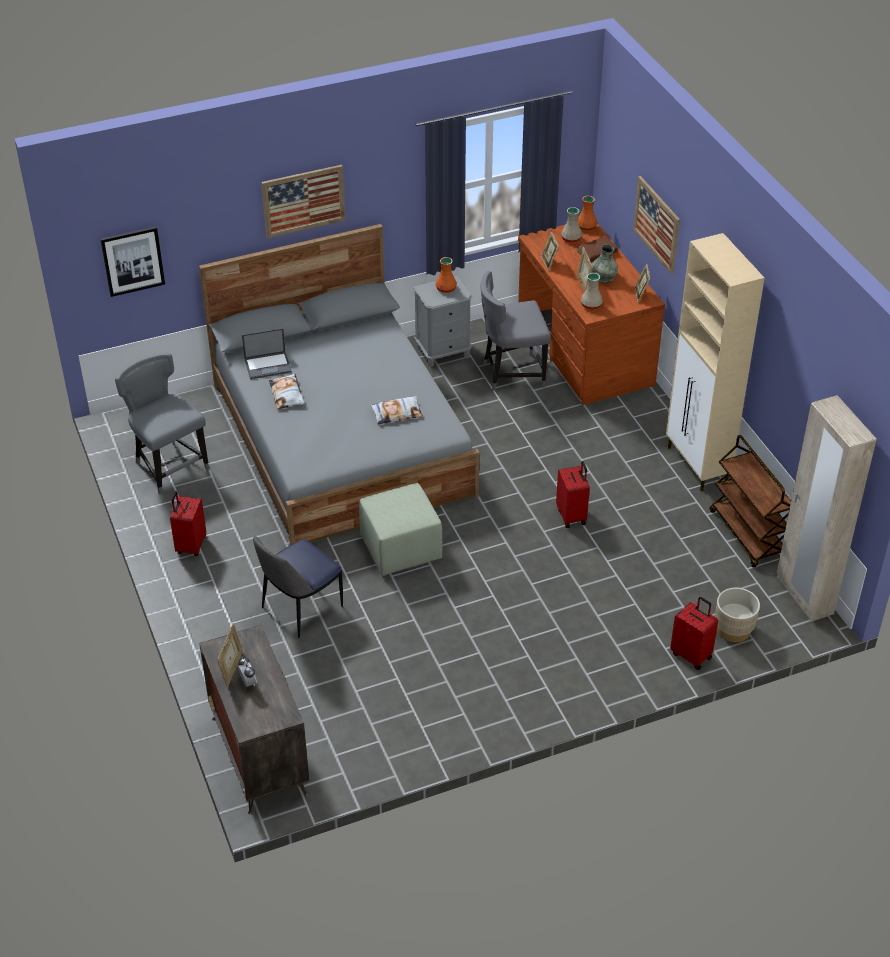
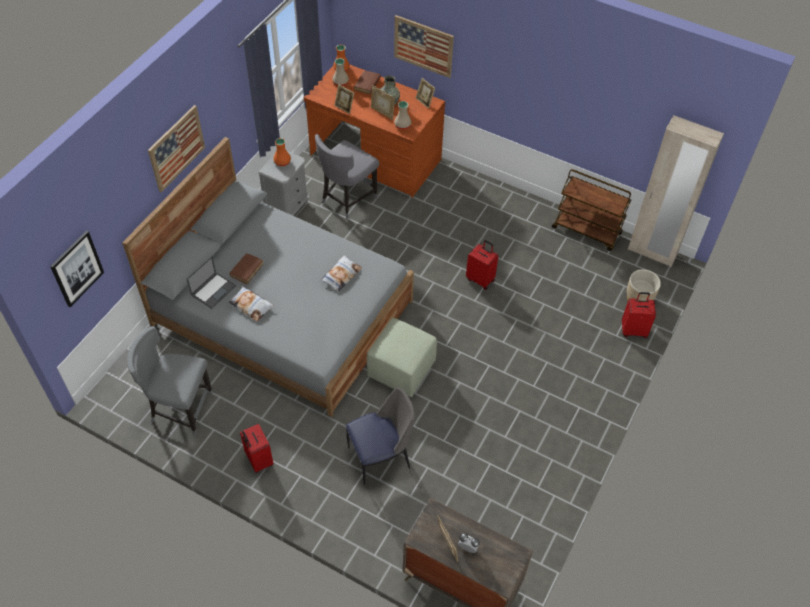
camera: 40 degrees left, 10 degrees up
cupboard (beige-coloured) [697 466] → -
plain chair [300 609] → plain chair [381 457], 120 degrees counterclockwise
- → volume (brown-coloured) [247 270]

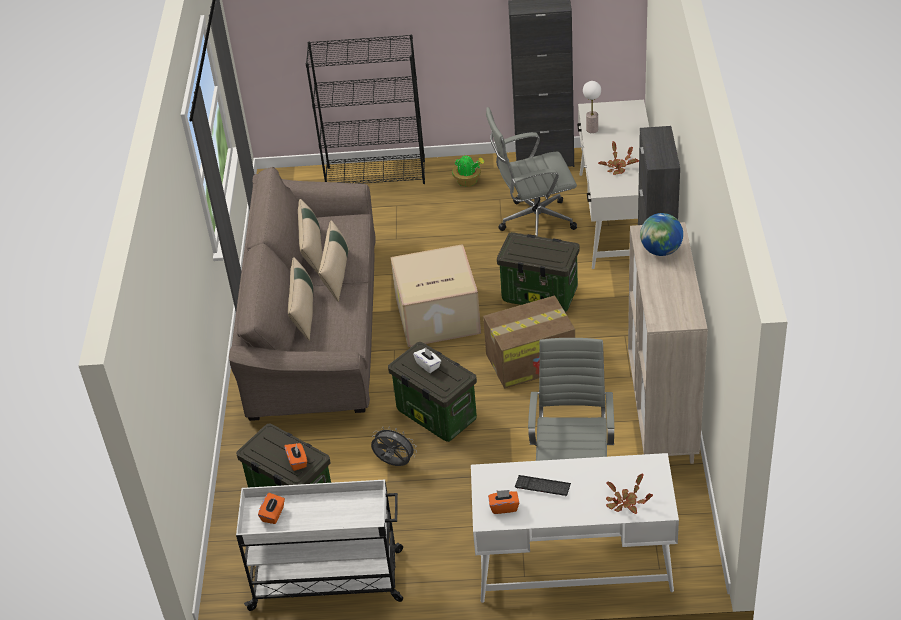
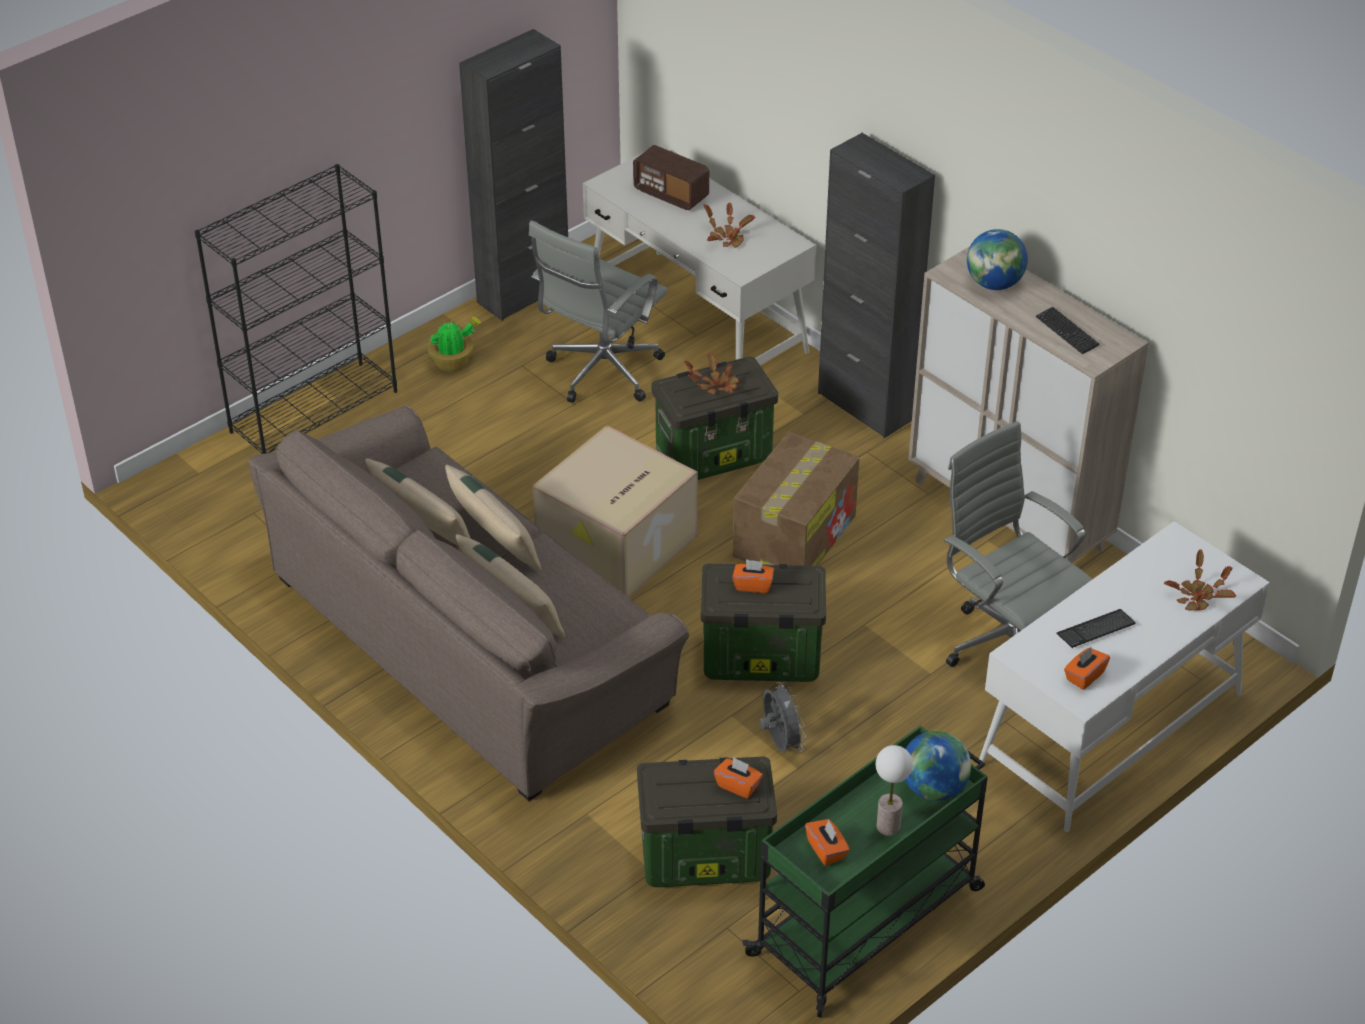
camera: 45 degrees left, 0 degrees up
lamp for a table [592 129] → lamp for a table [888 827], shifted
box of tissues (white) [428 365] → box of tissues (orange-coloured) [753 585]
electric fan (grey) [394 463] → electric fan (grey) [780 743], 90 degrees clockwise
wheeled cart (white) [329 579] → wheeled cart (green-coloured) [868 920]
- → radio receiver [671 194]
- → keyboard [1067 332]
- → houseplant [715 385]
- → desk globe [933 788]

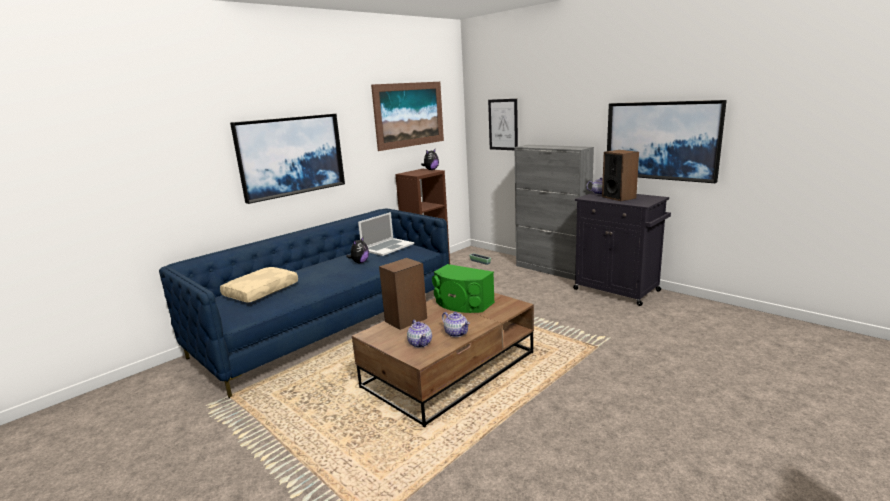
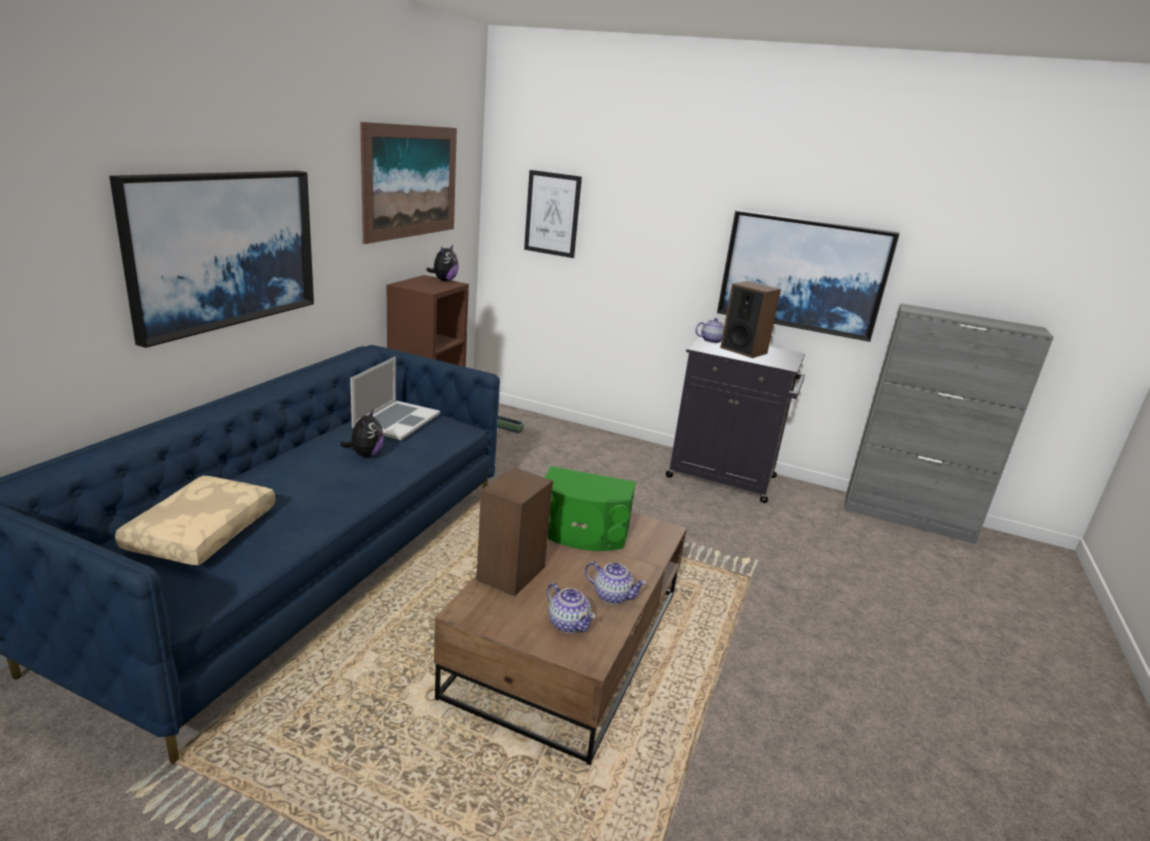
camera: 25 degrees left, 5 degrees up
cupboard (grey) [552 270] → cupboard (grey) [908 518], shifted

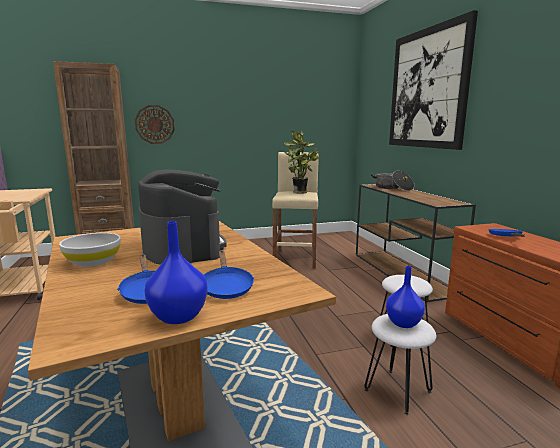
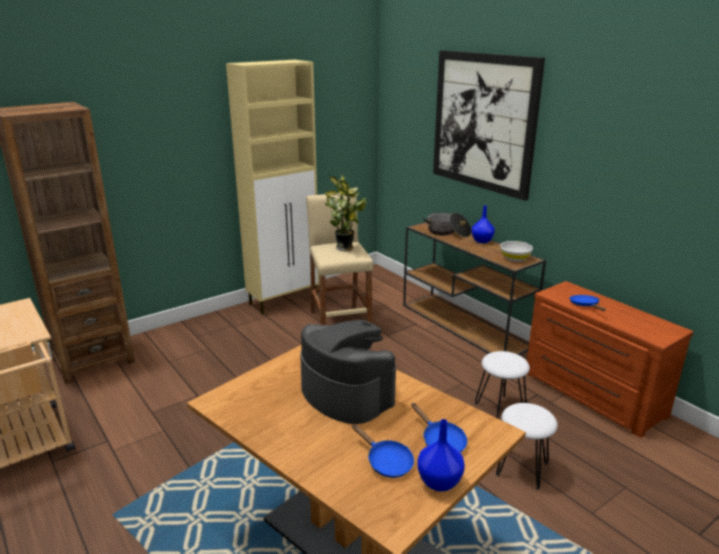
camera: 20 degrees left, 10 degrees up
wall clock [155 124] → -
bowl (white) [93 262] → bowl (white) [515 258], shifted
decorative vase (blue-coloured) [402 323] → decorative vase (blue-coloured) [481 241], shifted
- → cupboard (beige-coloured) [284 300]

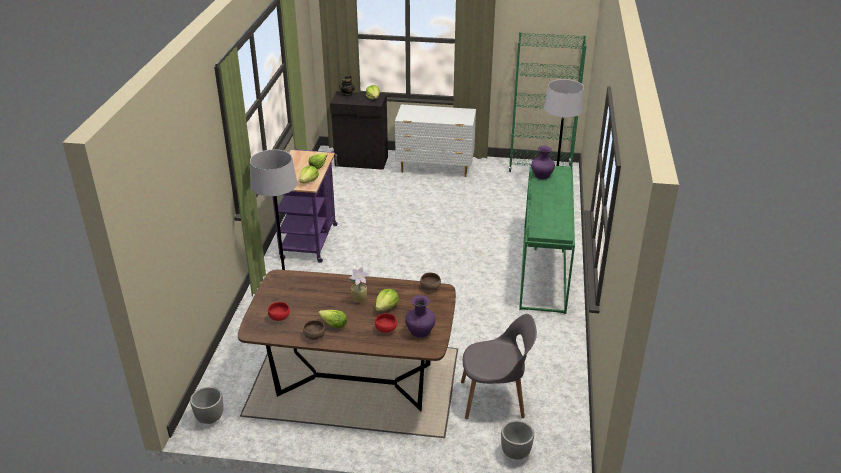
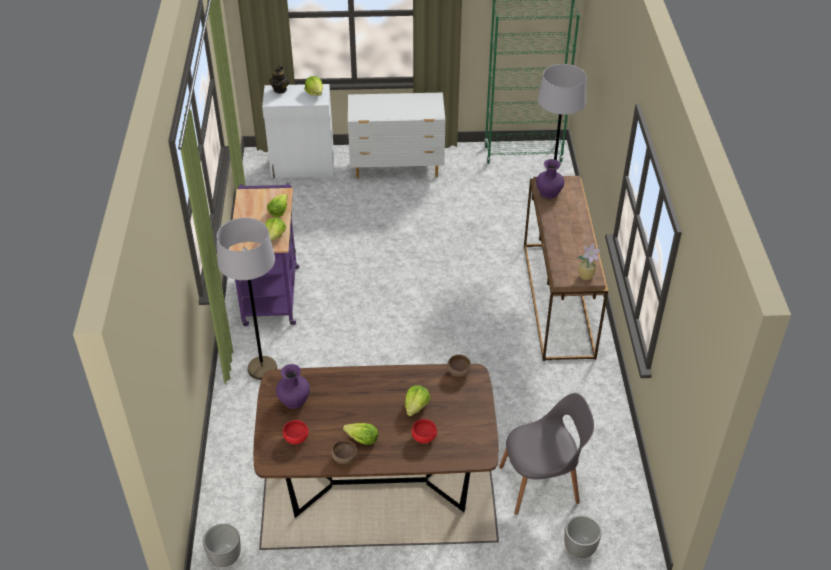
camera: 10 degrees left, 10 degrees up
cupboard (black-coloured) [361 162] → cupboard (white) [303 167]
console table (green-coloured) [544 269] → console table (brown-coloured) [559 300]
houseplant [360 299] → houseplant [587 276], shifted
decorative vase (purplish) [419 331] → decorative vase (purplish) [293 400], shifted

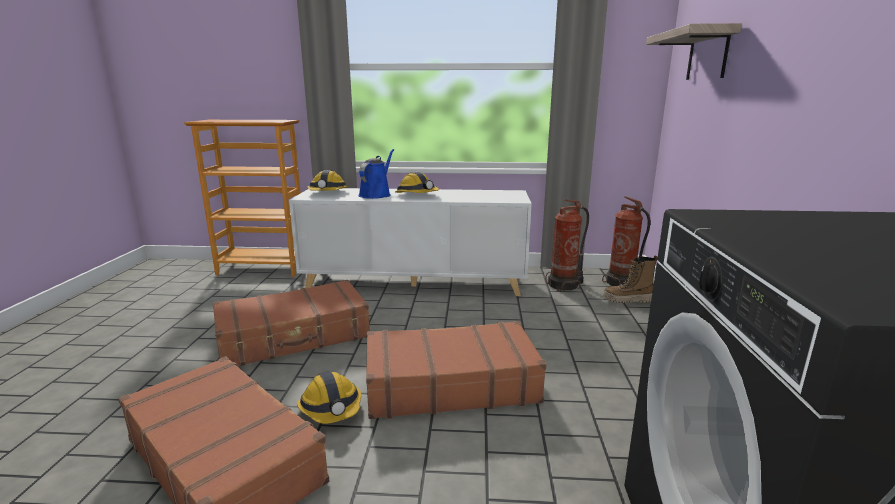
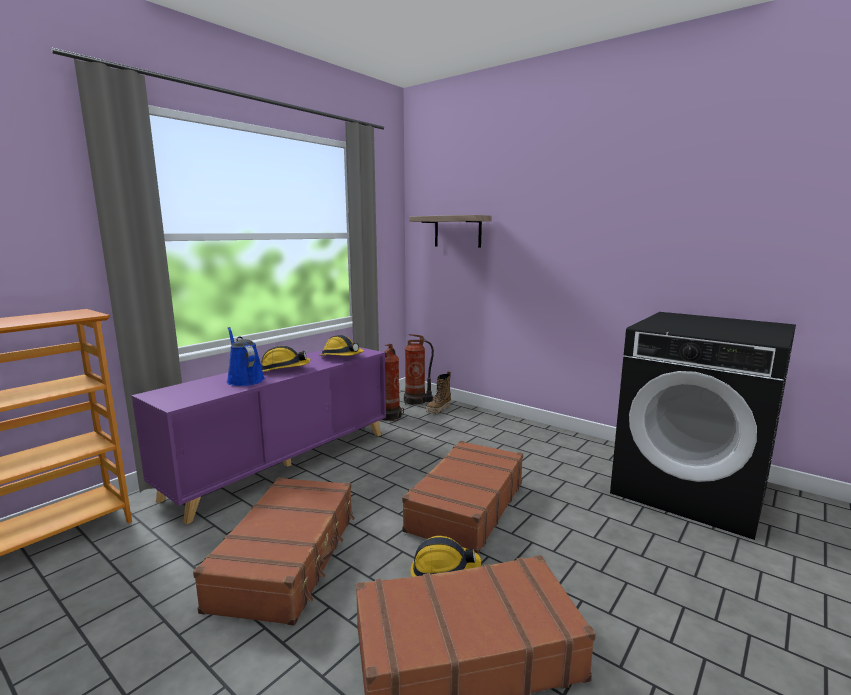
camera: 55 degrees left, 5 degrees down
hard hat [328 193] → hard hat [342 357], shifted
cupboard (white) [415 283] → cupboard (purplish) [284 463]

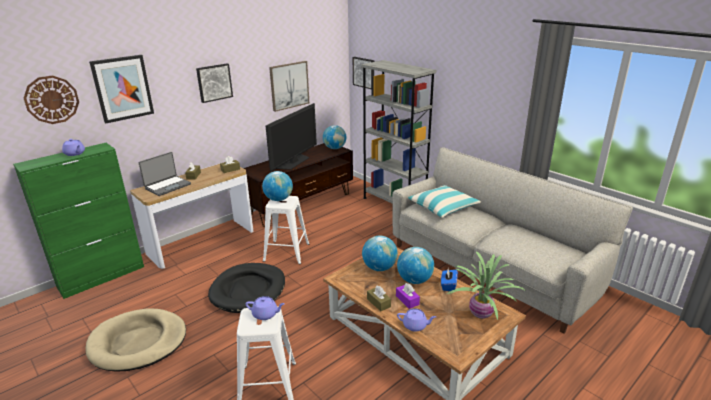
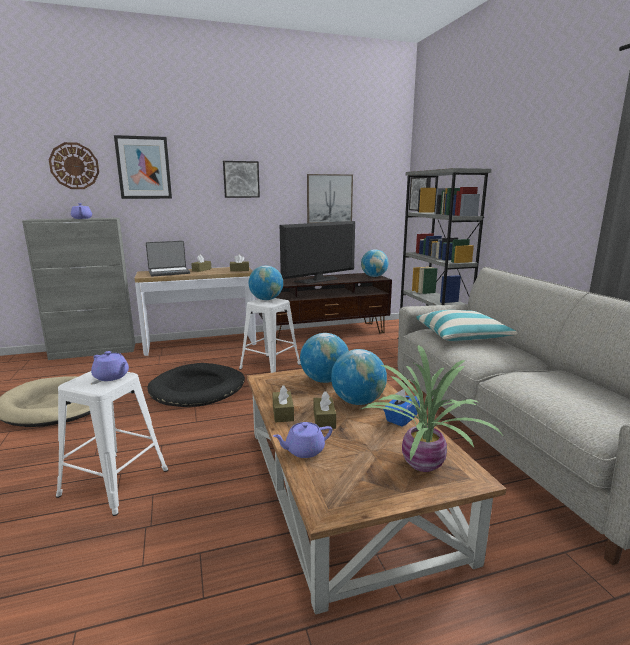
camera: 25 degrees right, 10 degrees down
cupboard (green-coloured) [102 277] → cupboard (grey) [94 351]
box of tissues (purplish) [407 300] → box of tissues (brown-coloured) [324 419]
pot for tea (purplish) [415 326] → pot for tea (purplish) [303 450], 120 degrees clockwise

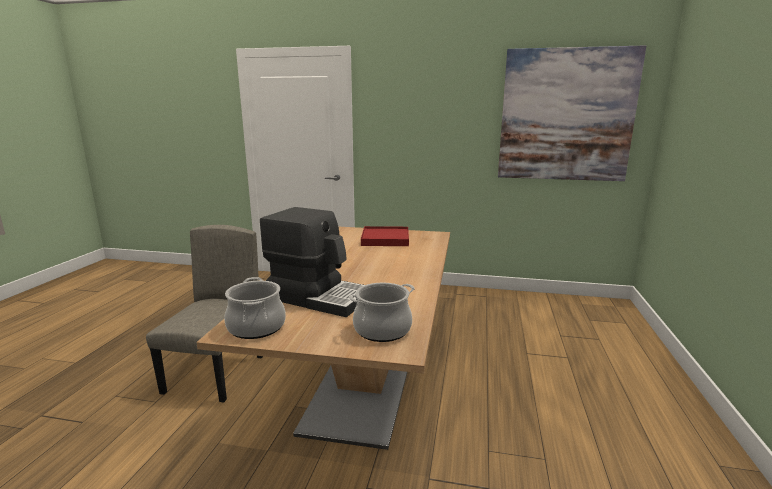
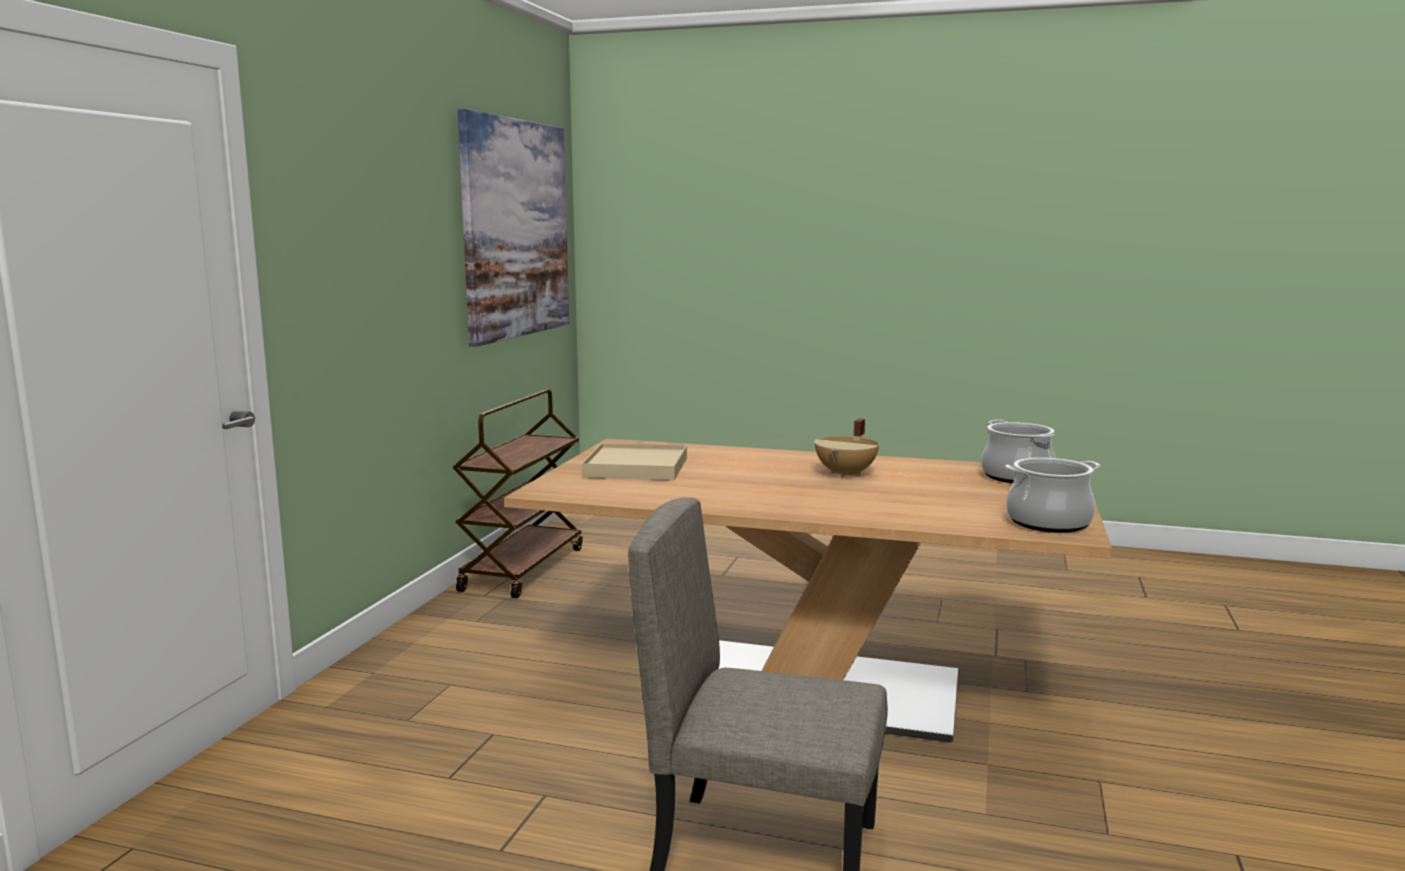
camera: 85 degrees left, 5 degrees down
coffee maker [320 296] → -
carrying tray (red-coloured) [385 239] → carrying tray (beige-coloured) [636 467]
- → wheeled cart (brown-coloured) [522 568]
- → cooking pot (beige-coloured) [847 474]

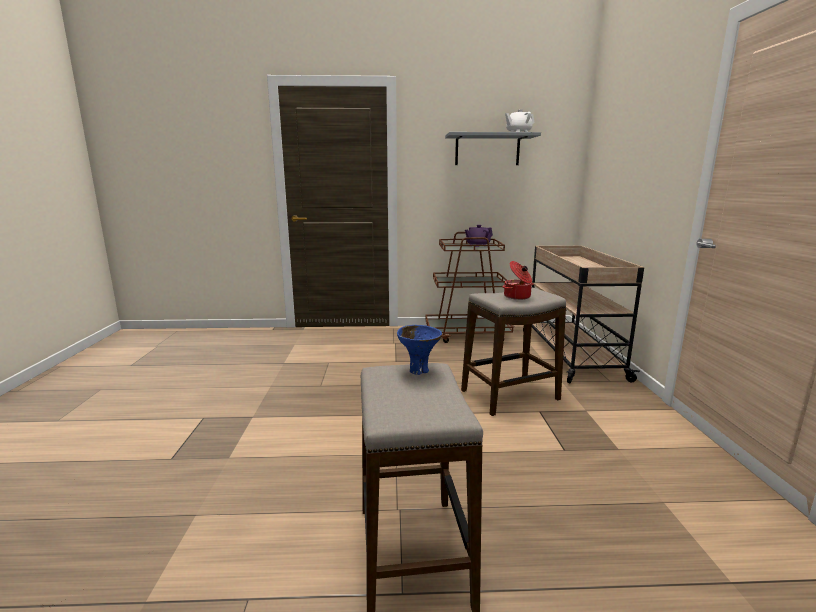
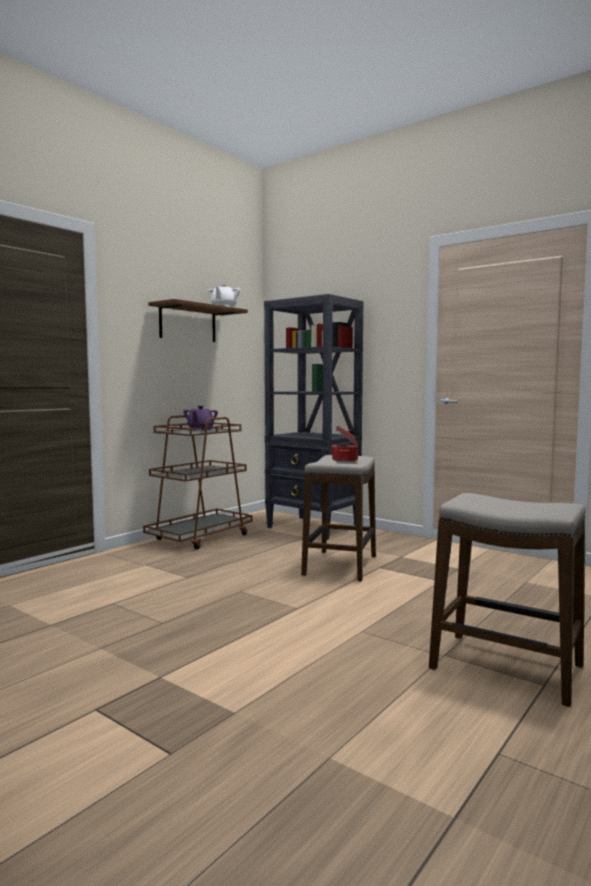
camera: 50 degrees left, 10 degrees down
shelf (grey) [487 150] → shelf (brown-coloured) [188 323]
wheeled cart (beige-coloured) [570 353] → bookshelf (black-coloured) [313 528]
bowl (blue-coloured) [418 370] → -

